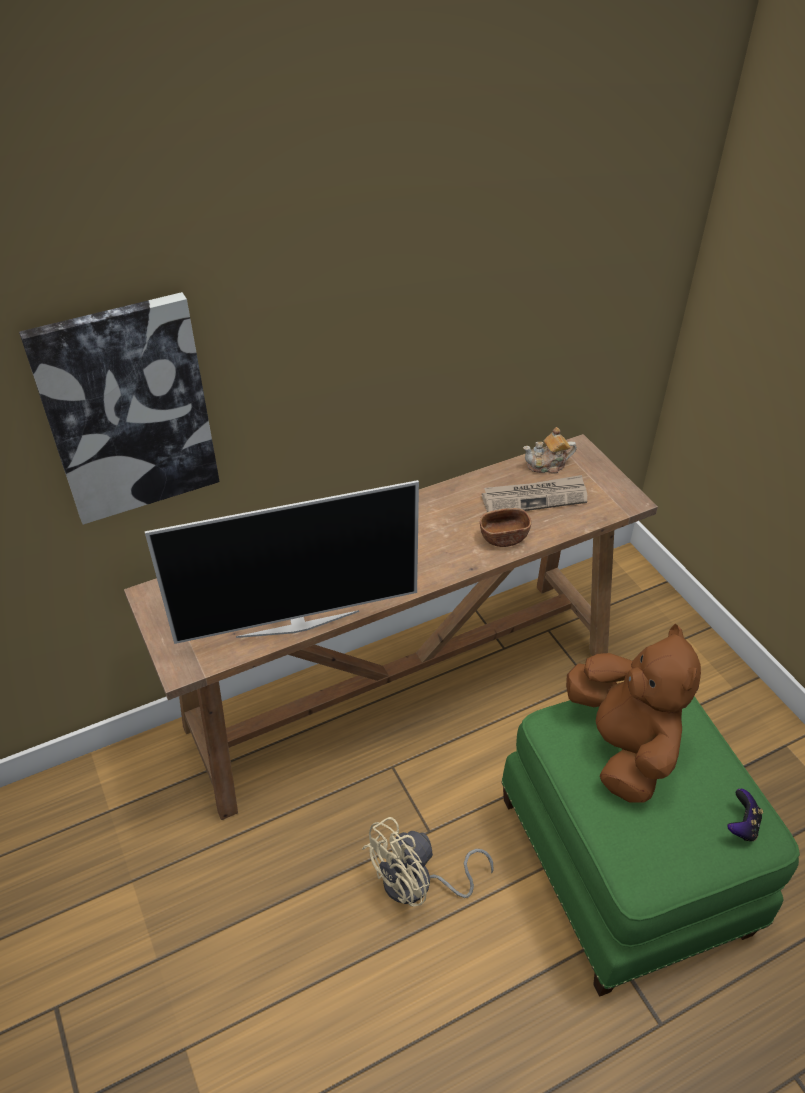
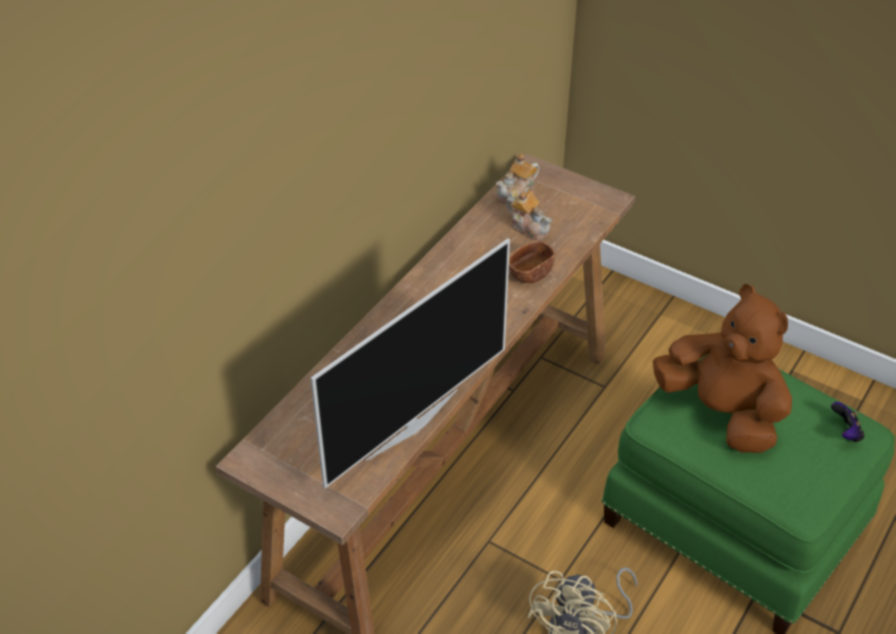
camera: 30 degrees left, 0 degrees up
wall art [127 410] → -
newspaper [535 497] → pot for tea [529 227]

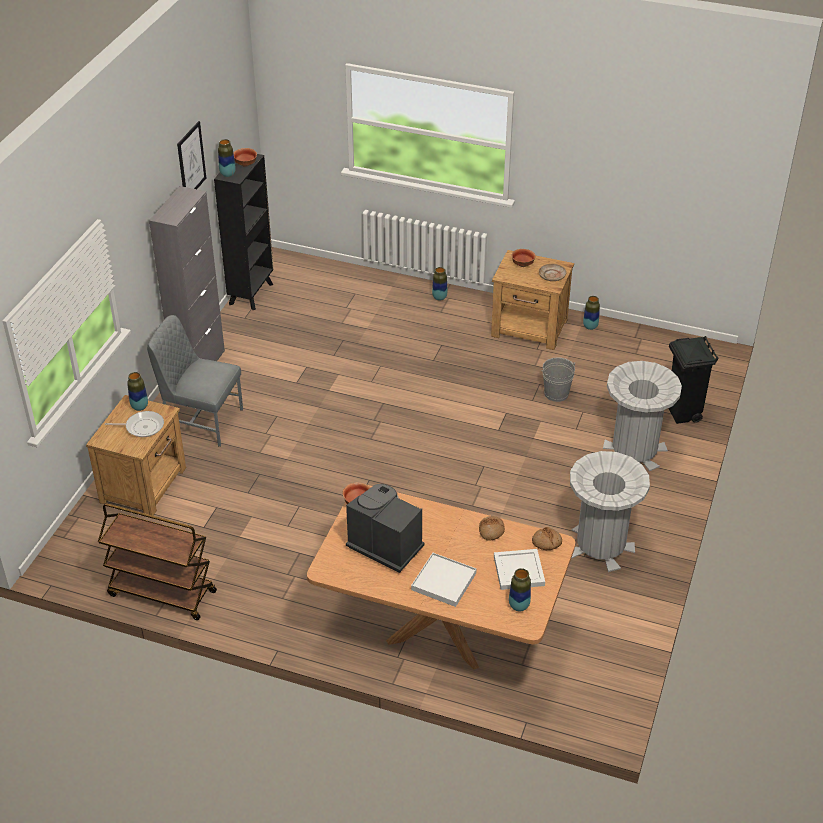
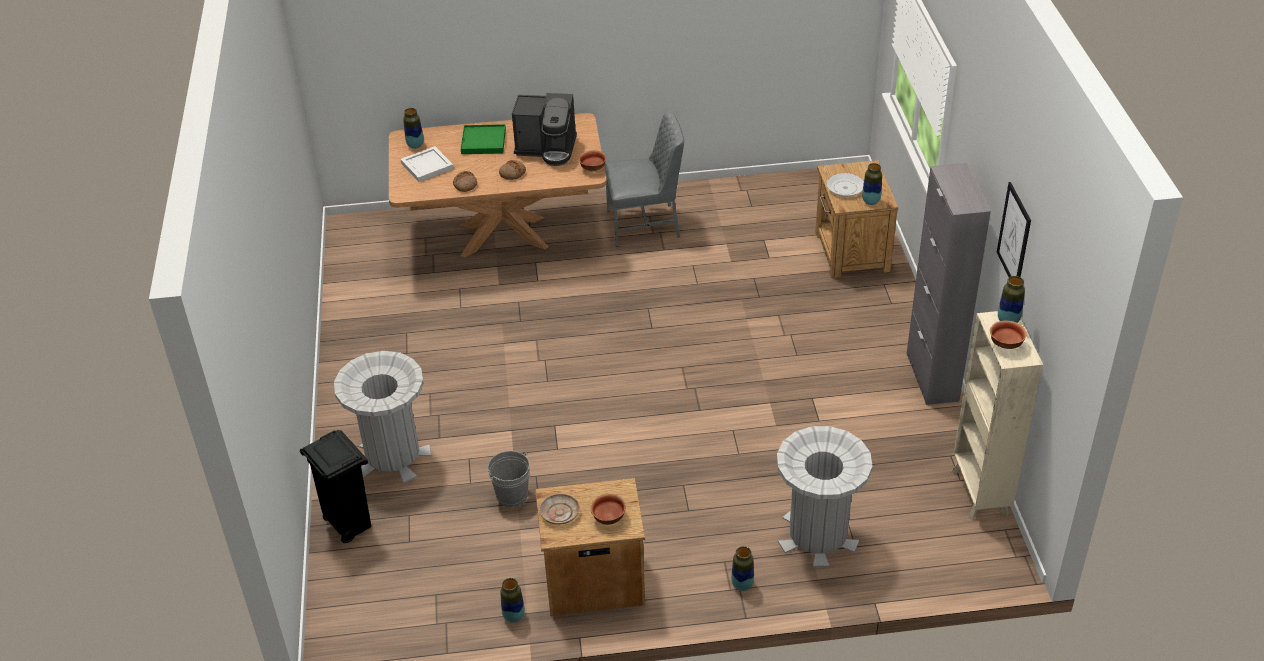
camera: 155 degrees right, 0 degrees up
bookshelf (black-coloured) [252 293] → bookshelf (beige-coloured) [979 493]
plain chair (grey) [201 420] → plain chair (grey) [644 224], shifted
rubbish bin (grey) [600 545] → rubbish bin (grey) [818 536], shifted
wheeled cart (brown-coloured) [161 593] → -
baked bread [546 542] → baked bread [512 173], shifted
carrying tray (white) [443 581] → carrying tray (green-coloured) [483 141]

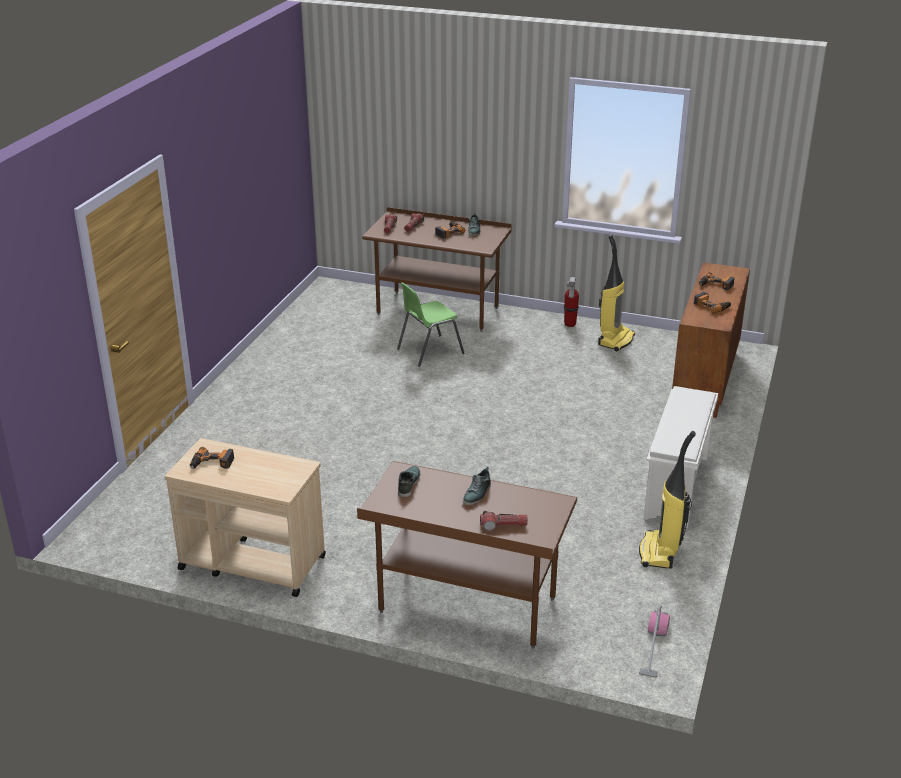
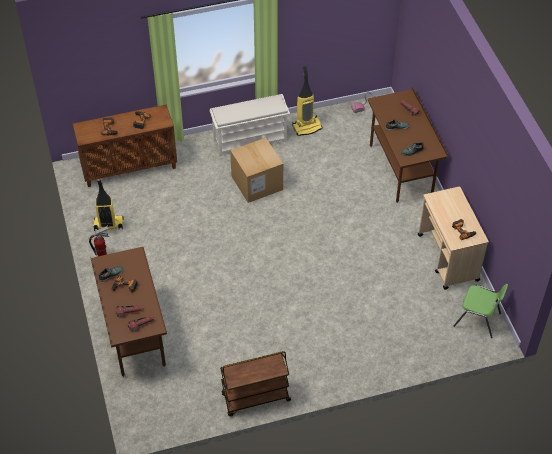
camera: 125 degrees left, 20 degrees up
plain chair (green-coloured) [429 351] → plain chair (green-coloured) [478 320], shifted
- → carton [257 183]
- → wheeled cart (brown-coloured) [255 398]

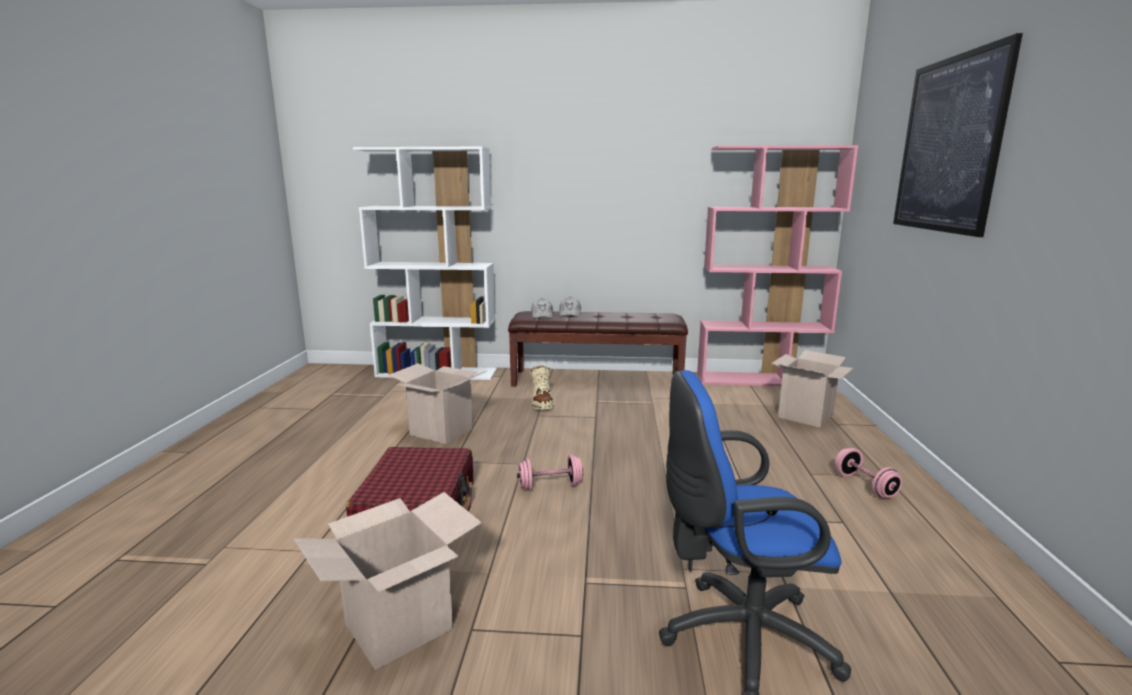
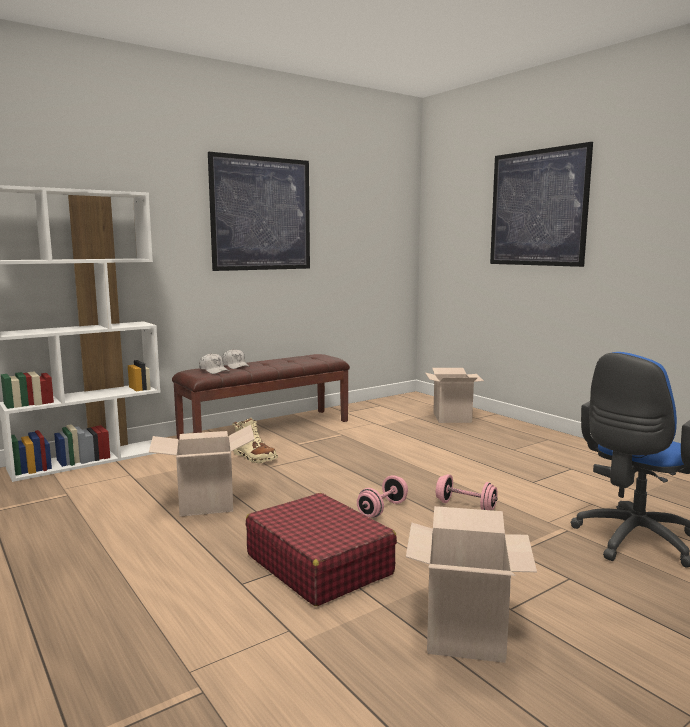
camera: 40 degrees left, 5 degrees down
bookshelf (pink-coloured) [760 379] → -
hand weight (pink-coloured) [865 485] → hand weight (pink-coloured) [465 506], shifted
- → wall art [261 214]

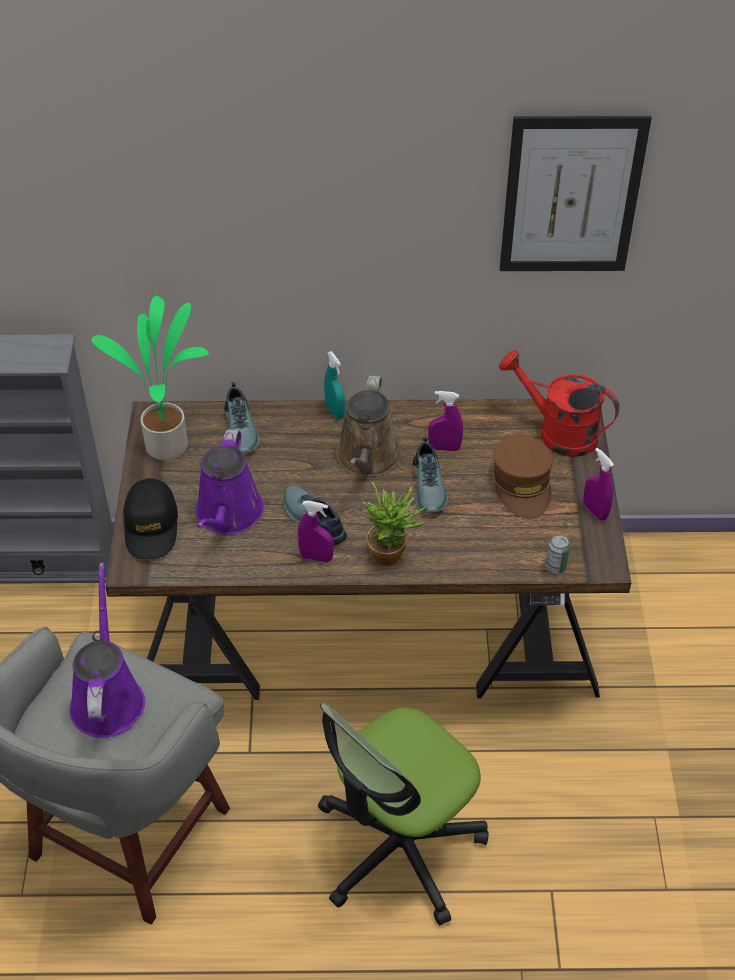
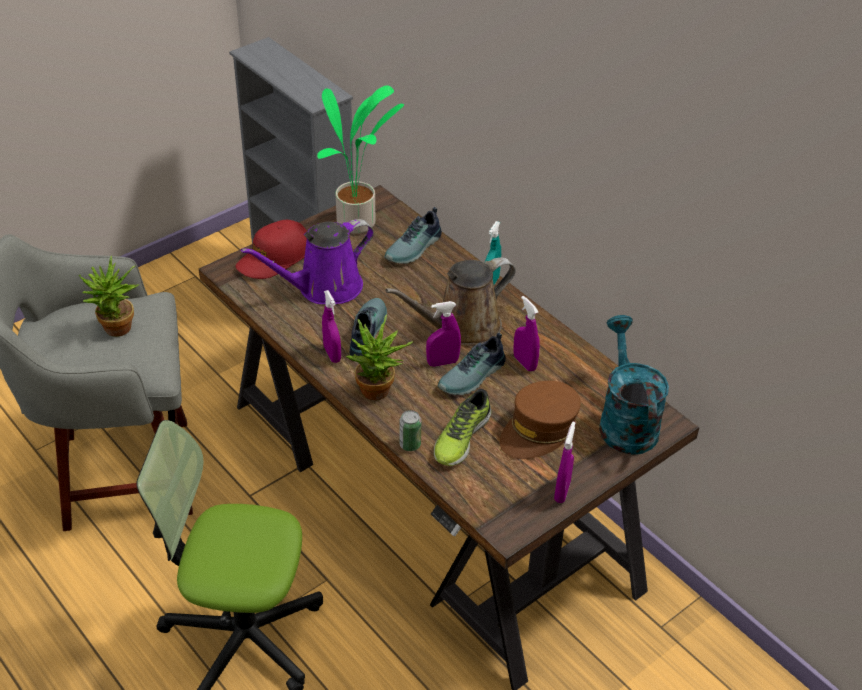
camera: 50 degrees right, 5 degrees down
wall art [571 196] → -
watering can (red-coloured) [557 432] → watering can (turquoise-coloured) [625 420]
cap (black-coloured) [151 526] → cap (red-coloured) [274 258]
sealed can [555 566] → sealed can [410 444], shifted
watering can (purplish) [108 697] → houseplant [116 332]
- → spray bottle (purplish) [442 362]
- → shoe [461 437]

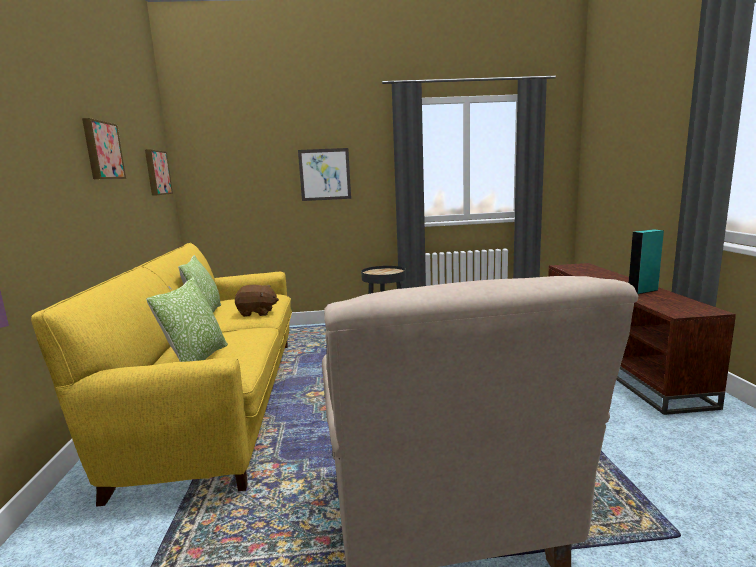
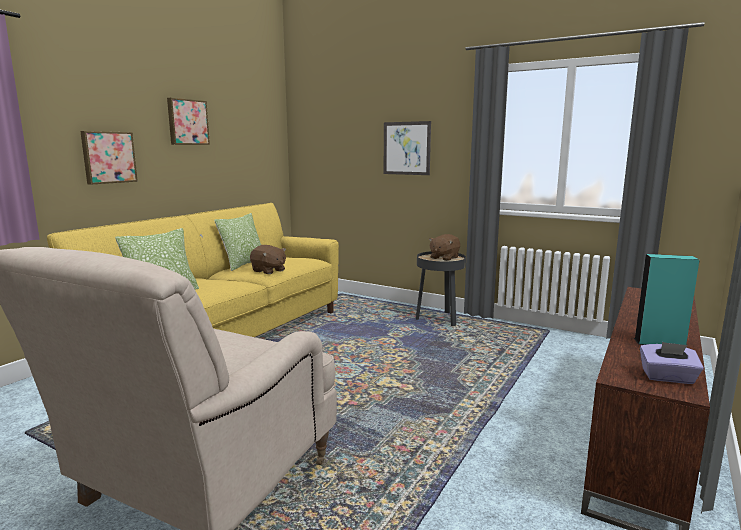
camera: 35 degrees right, 0 degrees up
wall art [156 173] → wall art [108 157], shifted
- → plush toy (brown-coloured) [444 258]
- → box of tissues (purplish) [667 377]

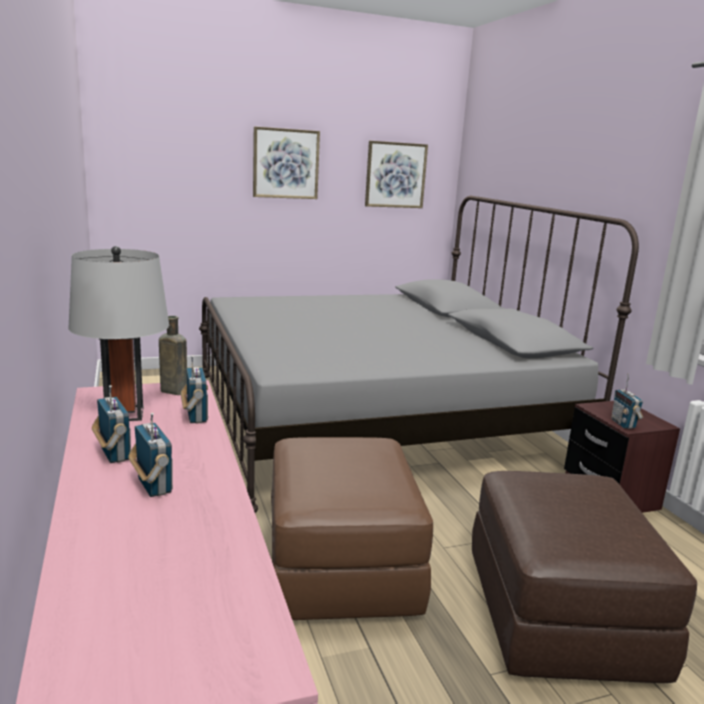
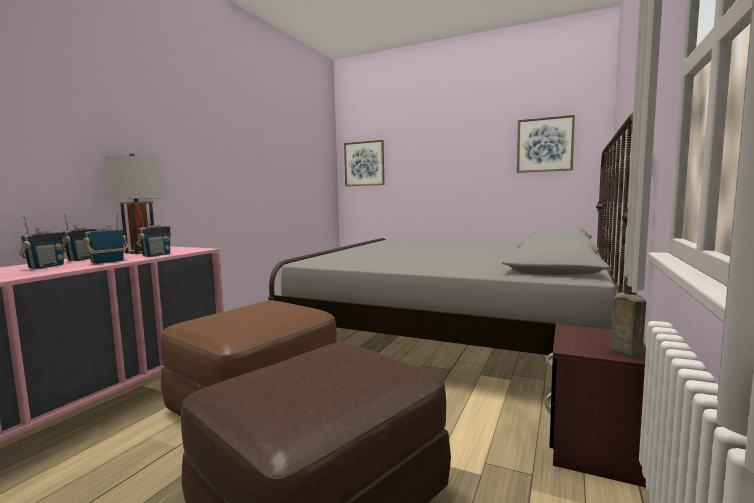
camera: 45 degrees right, 10 degrees down
wall art [286 163] → wall art [364 163], shifted
bottle (brown-coloured) [172 391] → bottle (brown-coloured) [624 352], shifted
radio receiver [623 424] → radio receiver [108 262], shifted

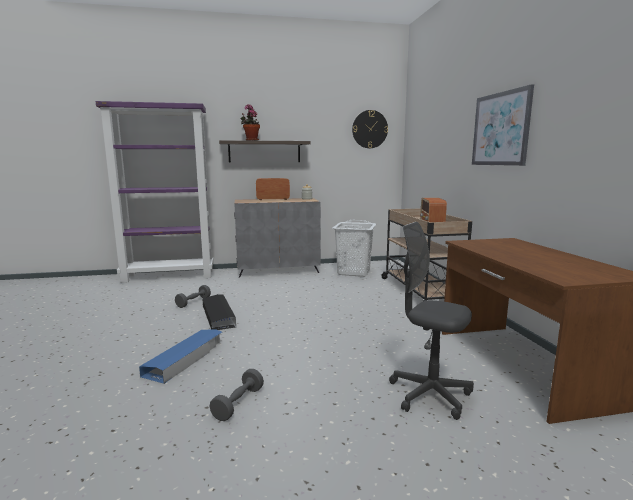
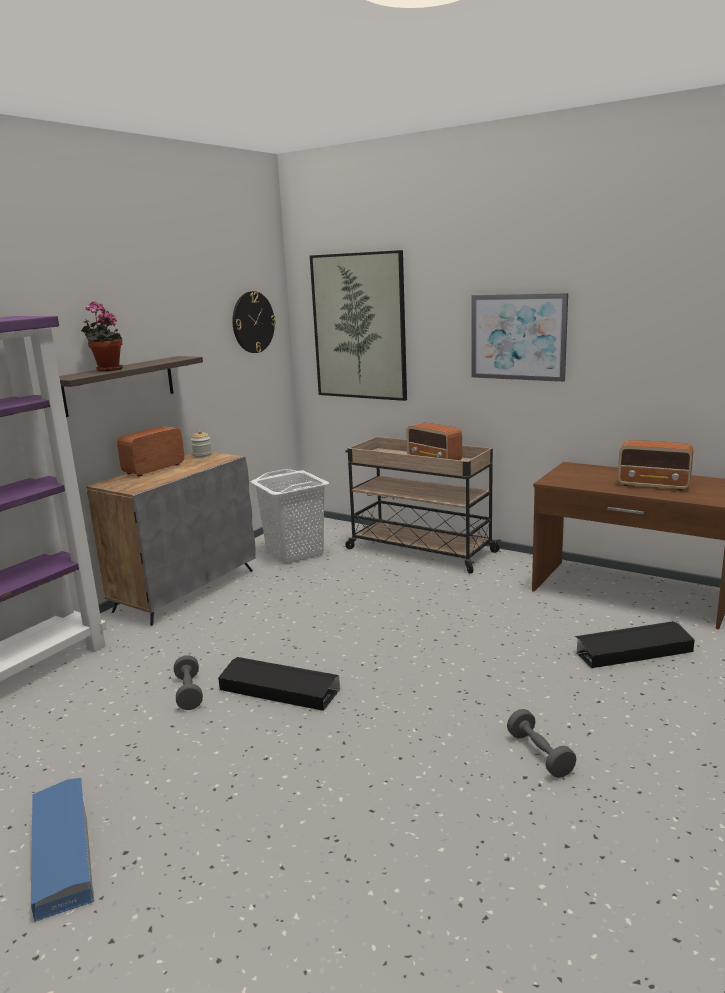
camera: 45 degrees left, 5 degrees up
computer chair (grey) [429 395] → storage bin (black-coloured) [632 651]
storage bin (blue-coloured) [185 359] → storage bin (blue-coloured) [63 851], shifted
- → wall art [359 327]
- → radio receiver [654 485]

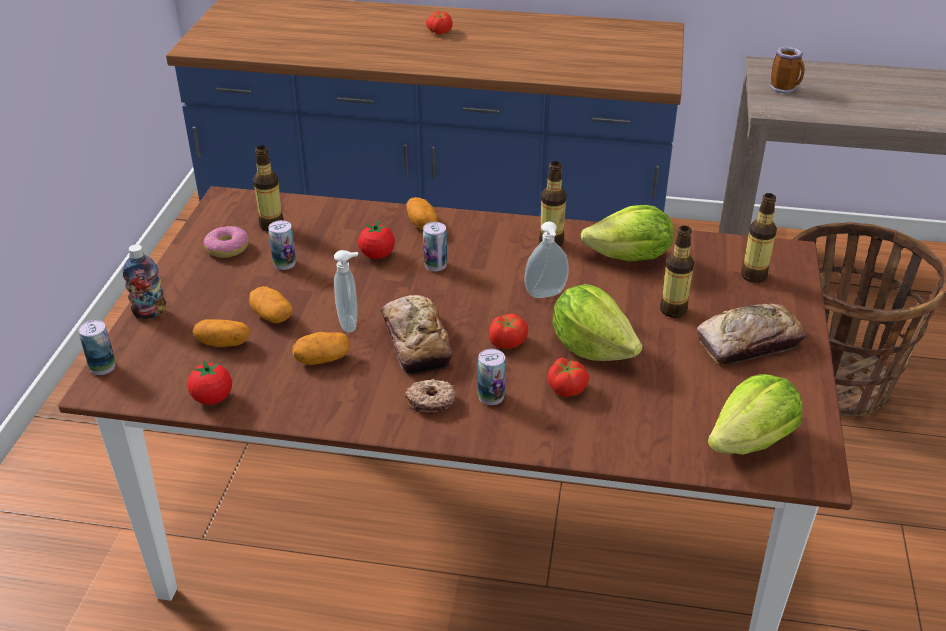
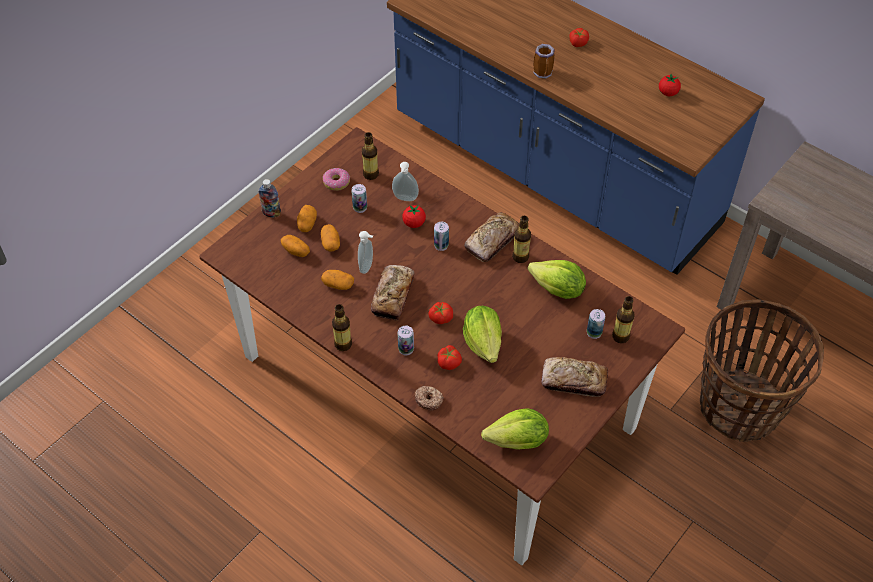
camera: 30 degrees right, 15 degrees up
coffee mug [785 89] → coffee mug [544 74], shifted
whole potato [422 224] → whole potato [307 224], shifted
soap dispenser [546 295] → soap dispenser [405 199], shifted
bottle [673 310] → bottle [343 344], shifted
sealed can [102 367] → sealed can [594 332], shifted
fresh tomato [212 398] → fresh tomato [668 93], shifted
doughnut [431 401] → doughnut [429 400], shifted
- → baked bread [492 241]

